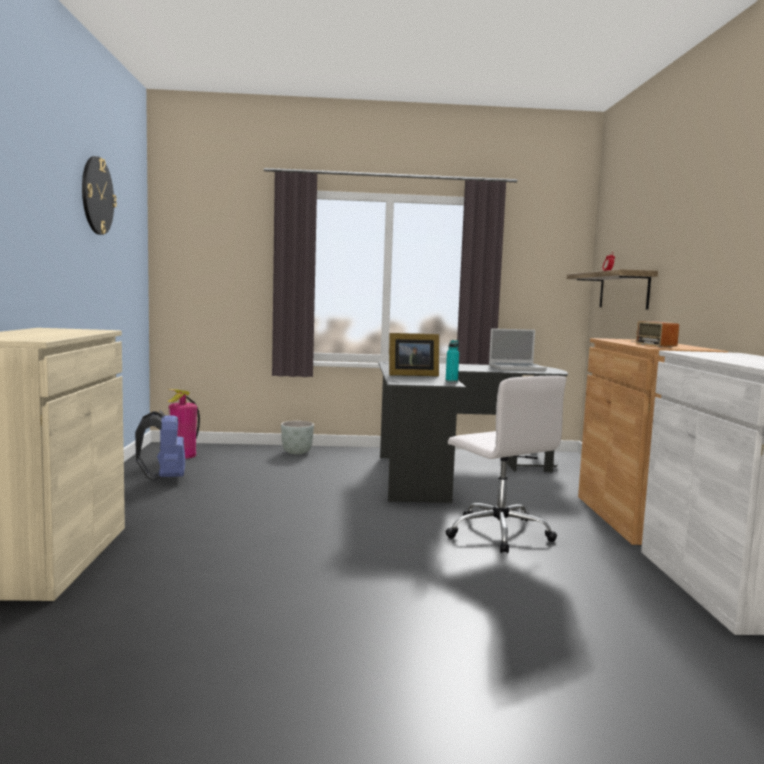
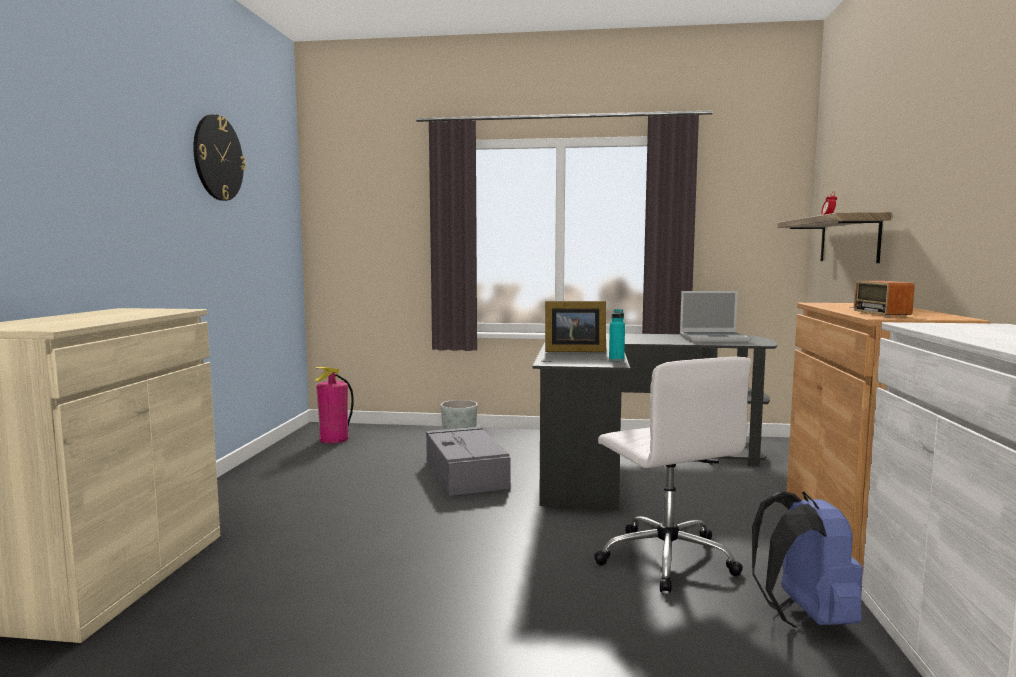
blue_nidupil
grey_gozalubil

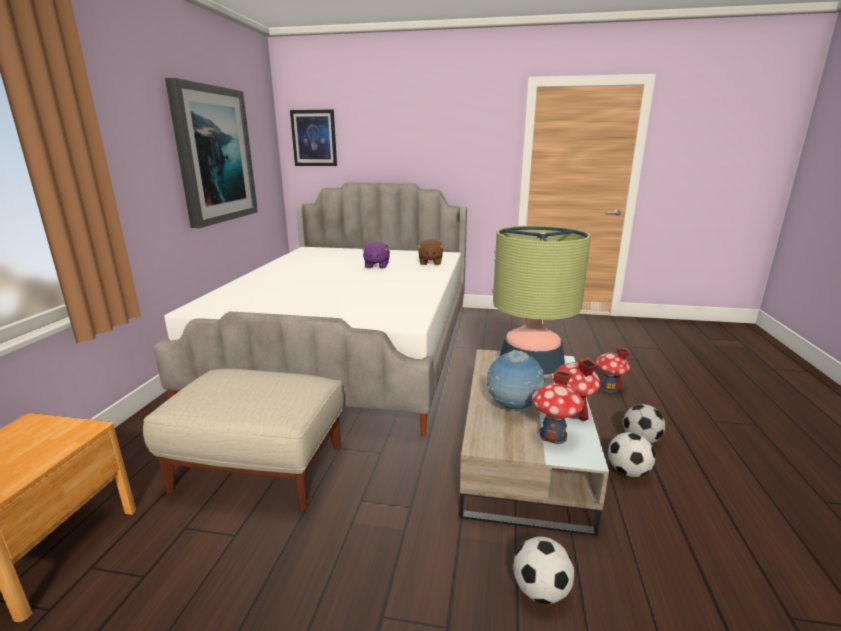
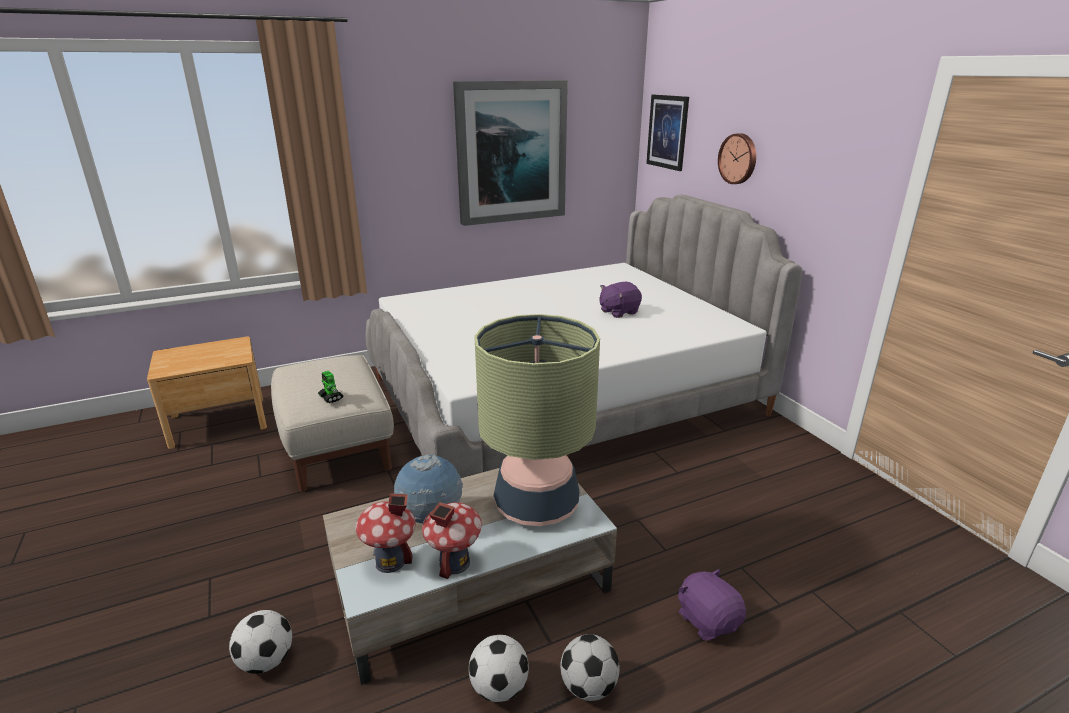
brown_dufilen
purple_dufilen (2nd from left)
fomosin
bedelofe

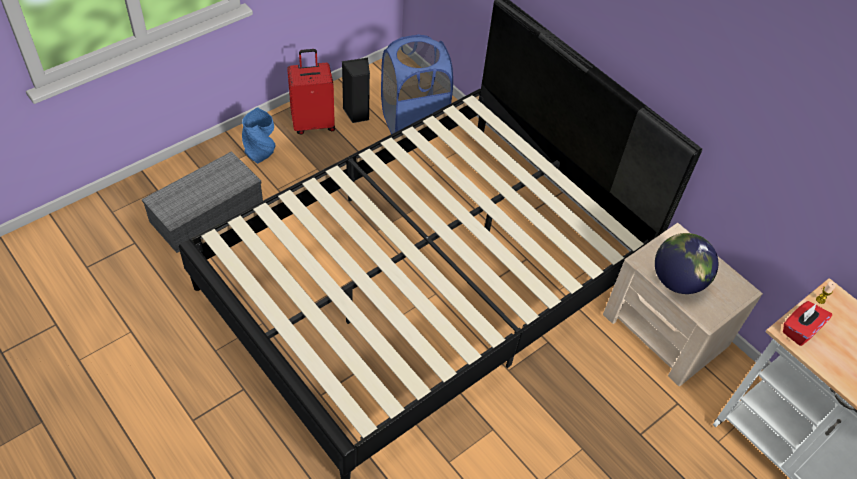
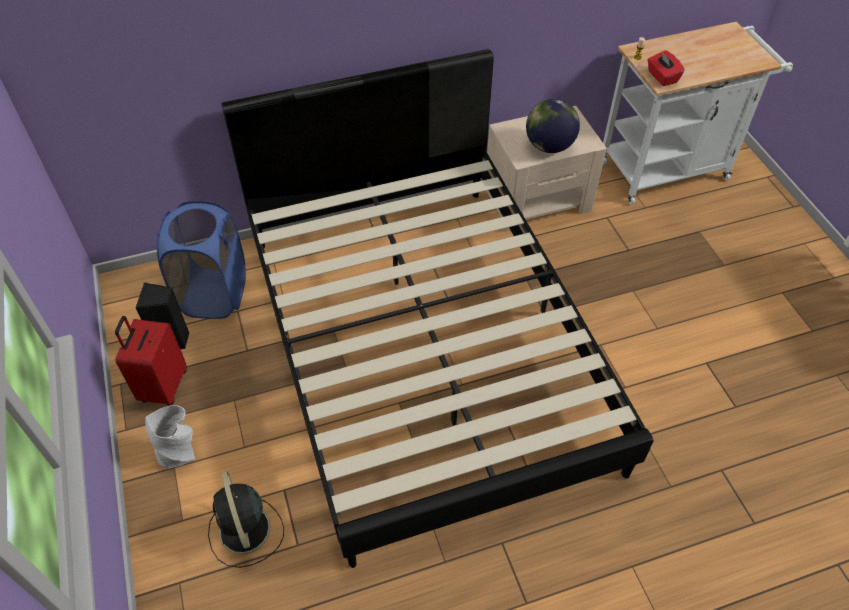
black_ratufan
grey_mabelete

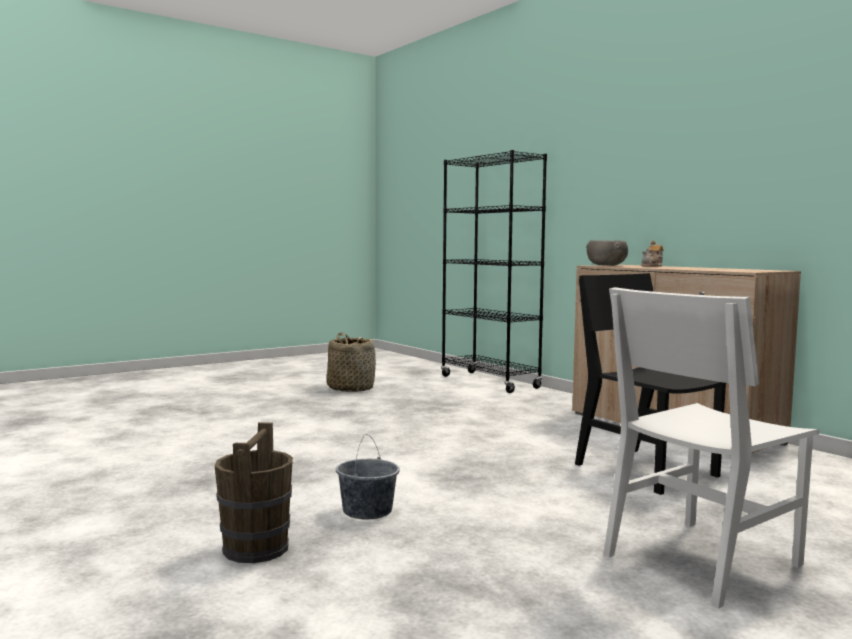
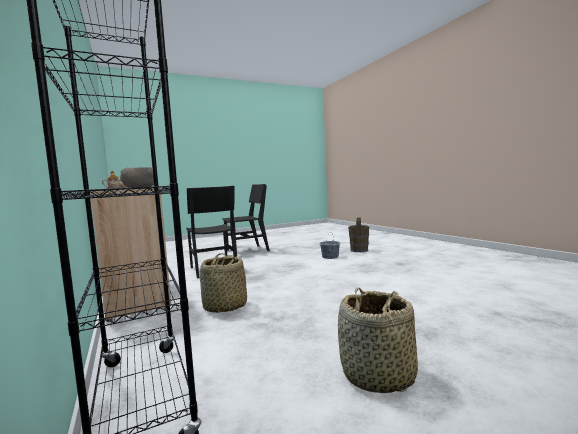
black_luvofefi (2nd from left)
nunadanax (1st from left)

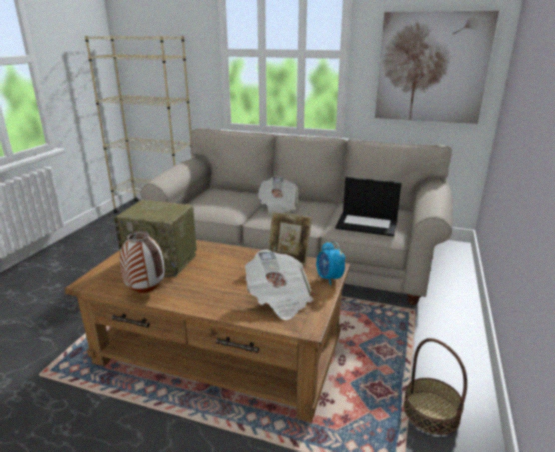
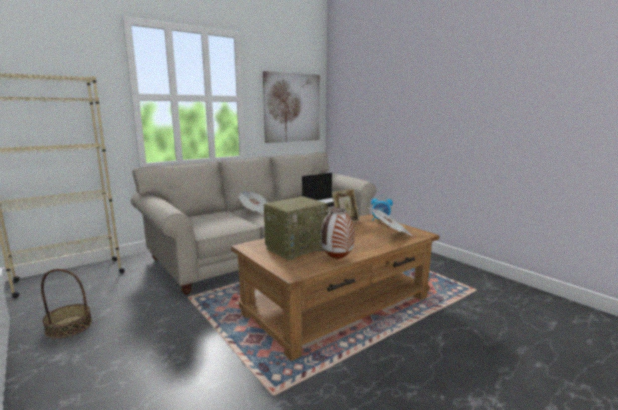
nunadanax

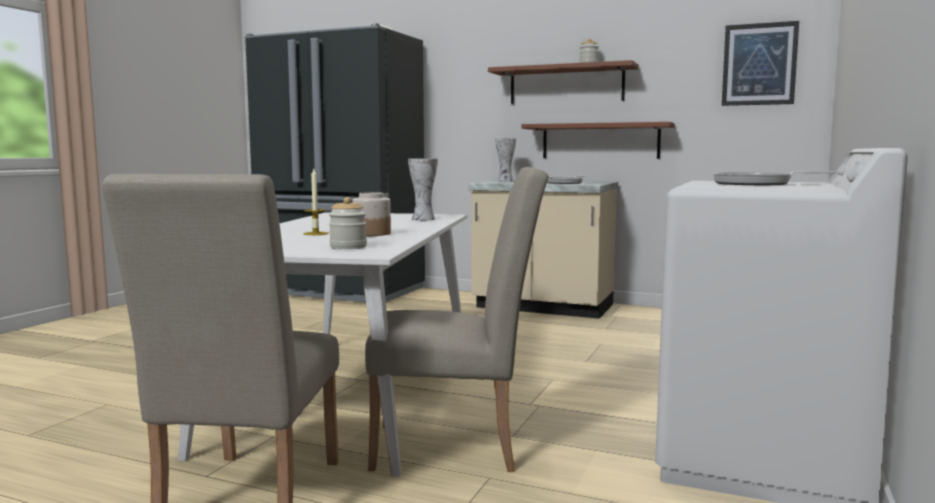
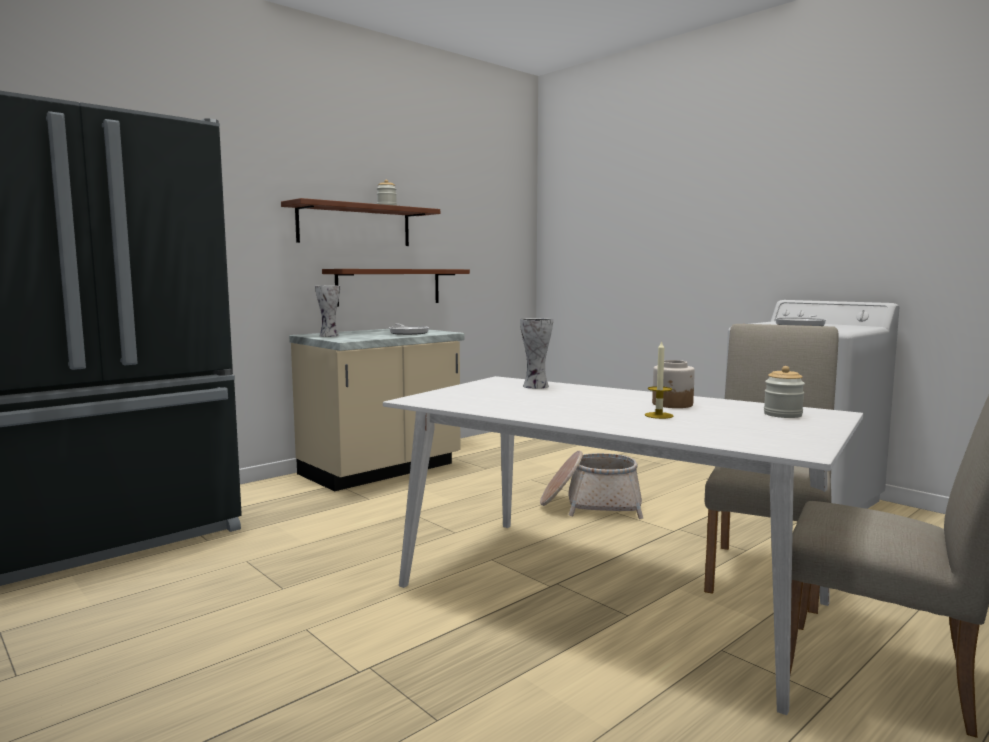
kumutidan
nunadanax

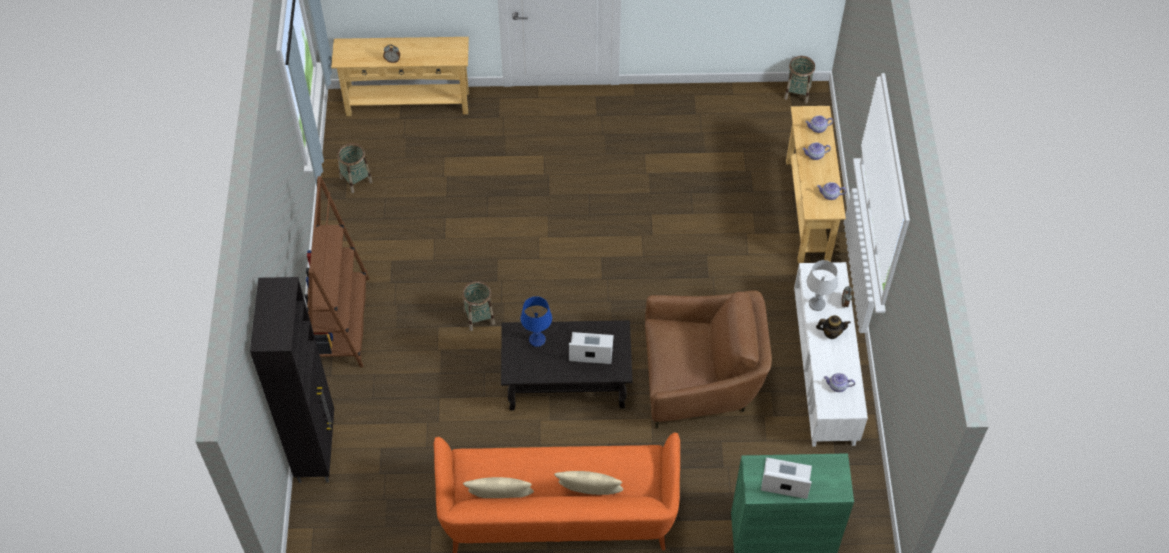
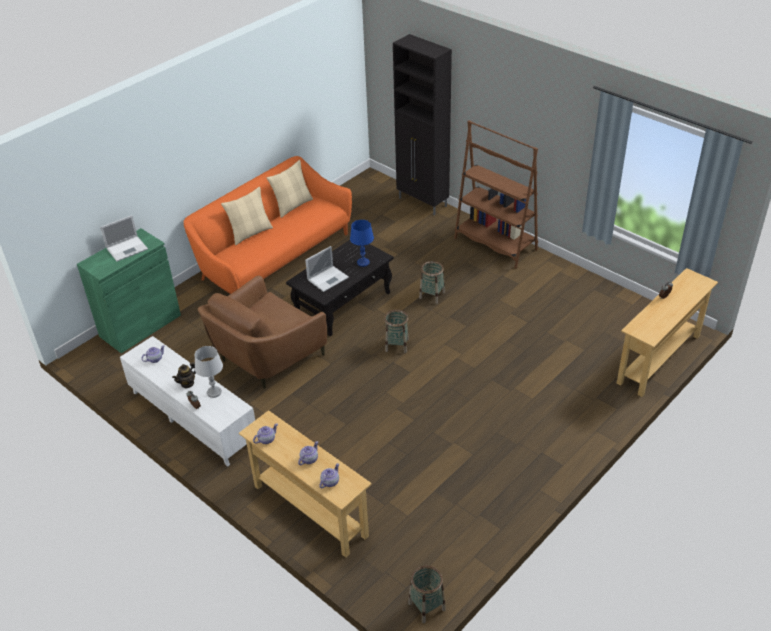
nunadanax (1st from left)

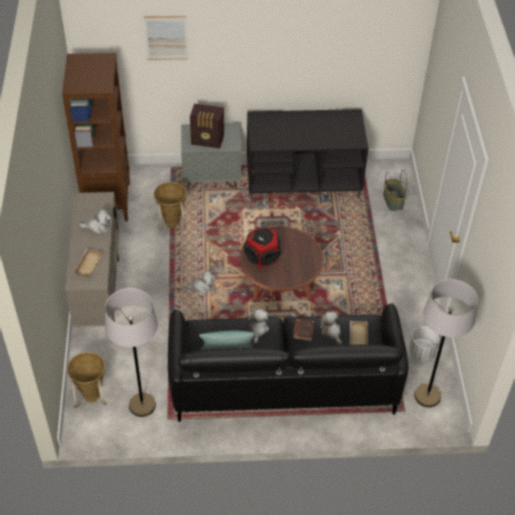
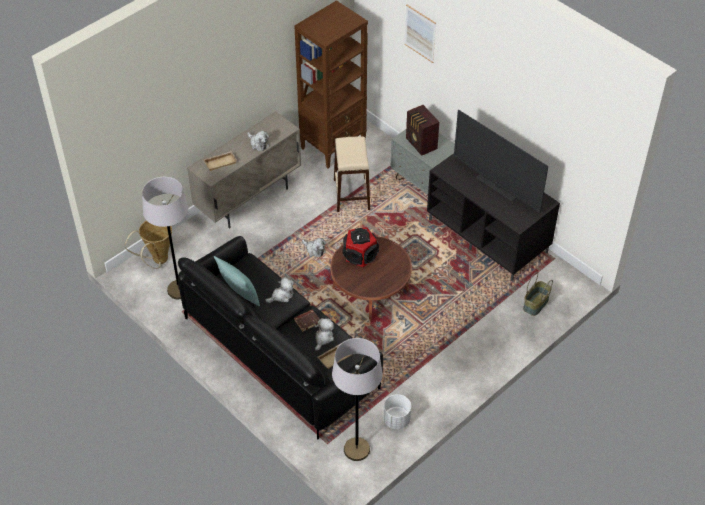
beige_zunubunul
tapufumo

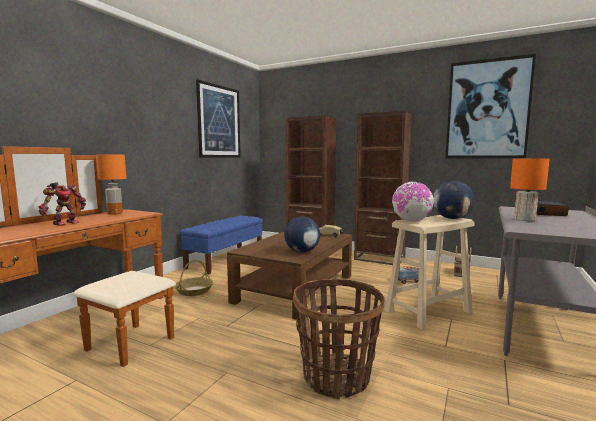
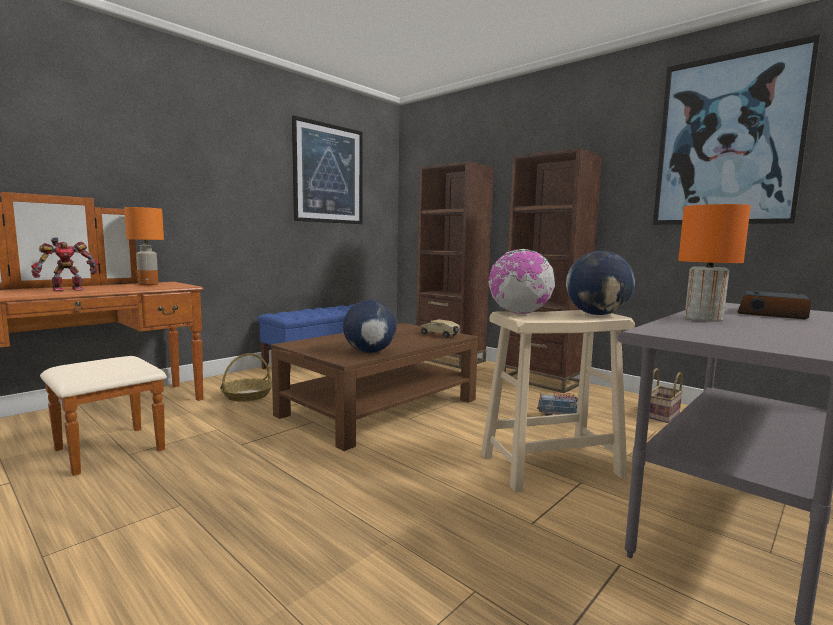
nunadanax (2nd from left in the first image)

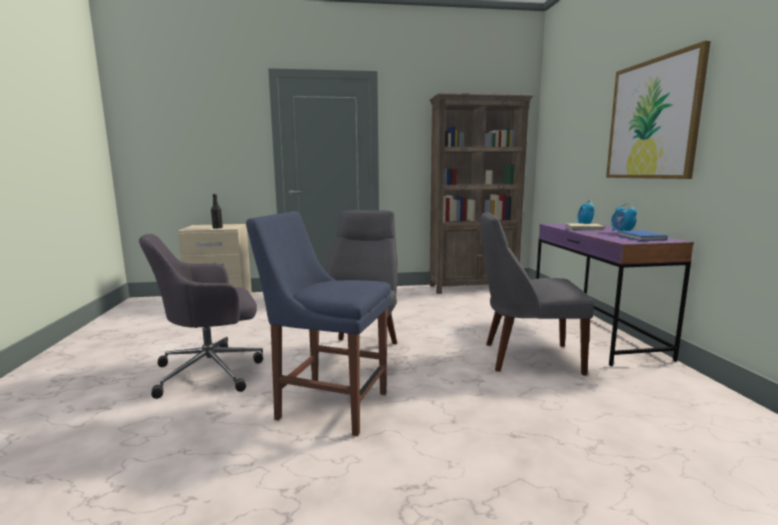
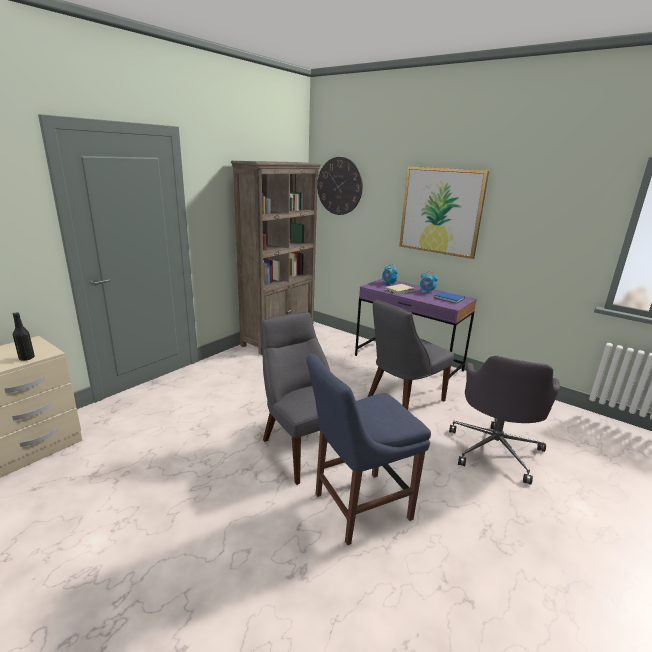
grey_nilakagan
bedelofe

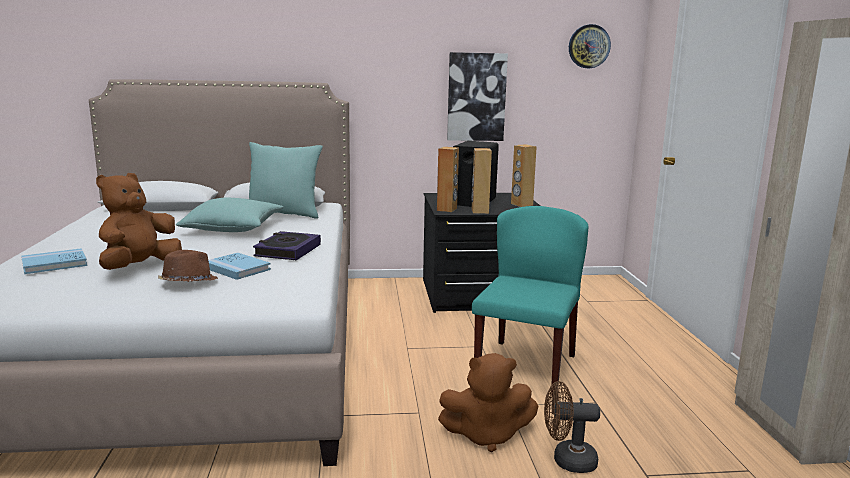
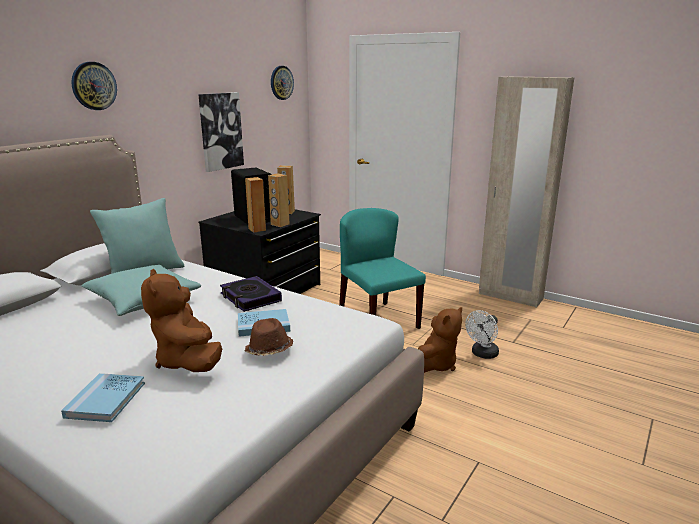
white_ratufan
bedelofe (1st from left)

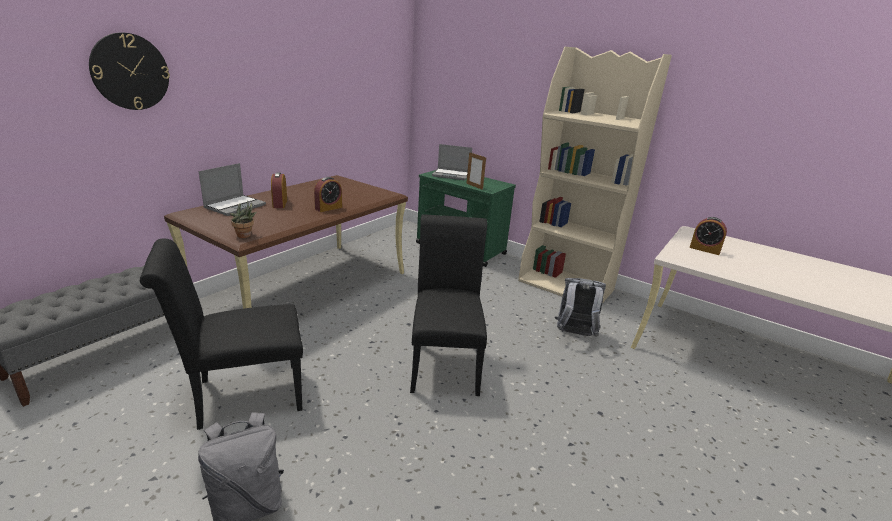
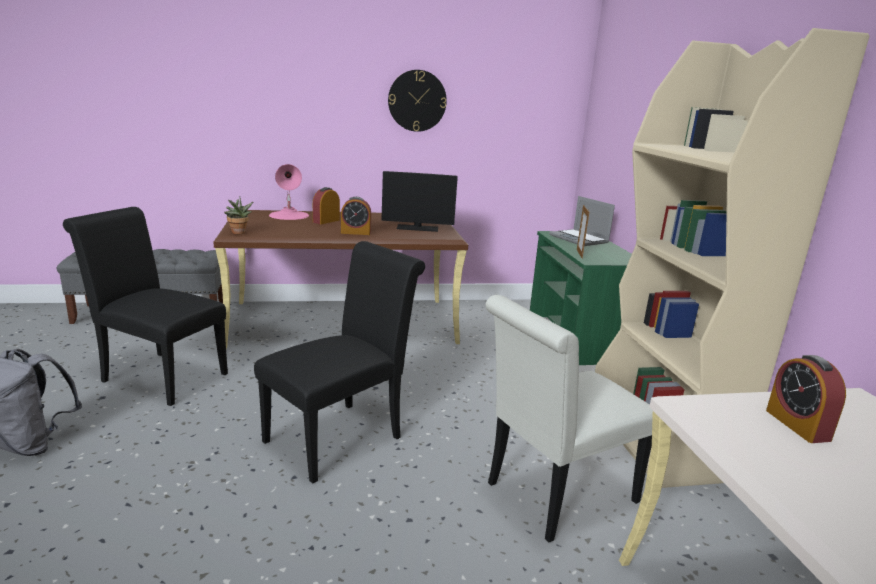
bedelofe
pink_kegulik
white_luvofefi
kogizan

